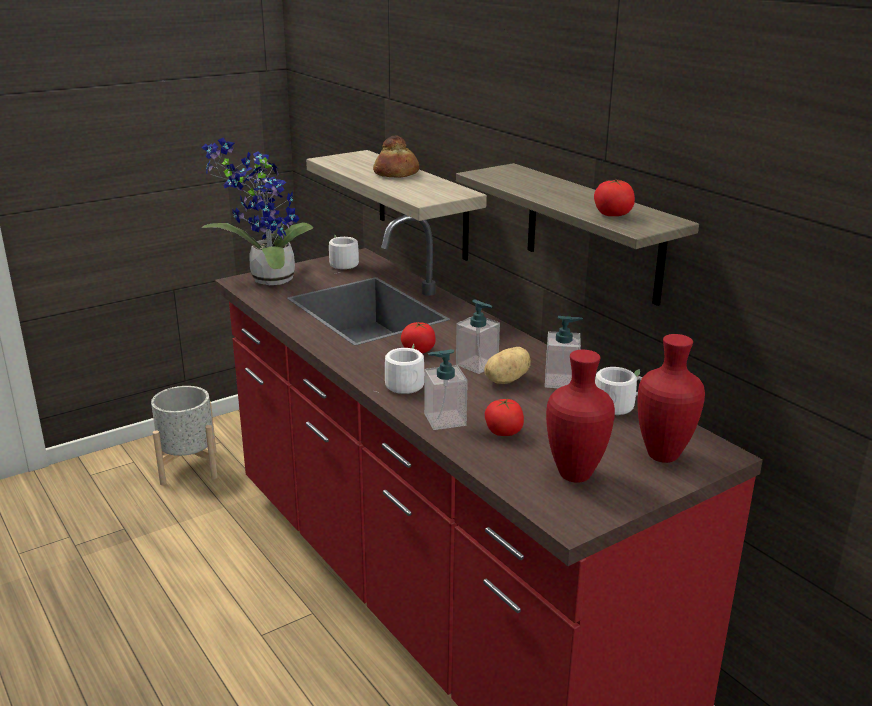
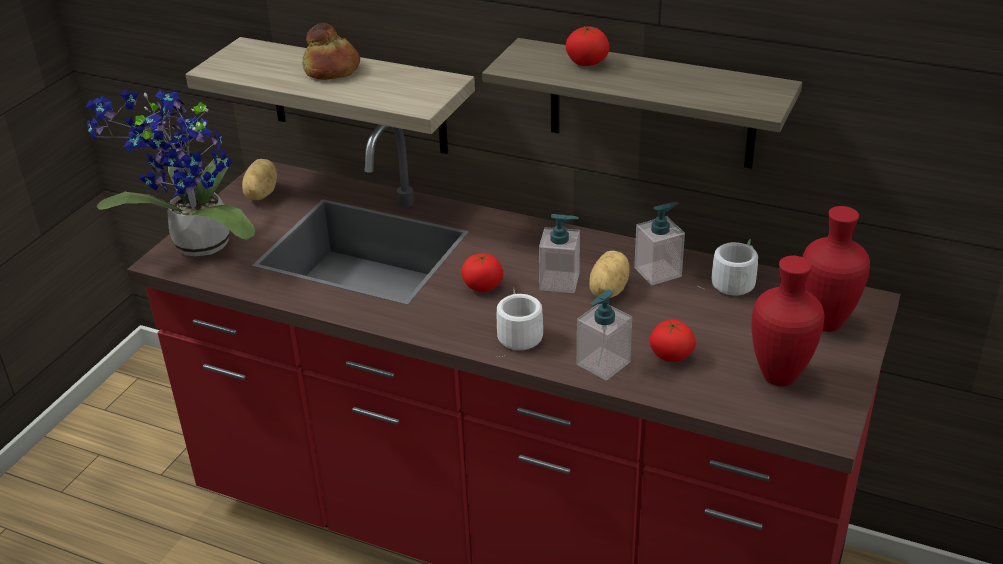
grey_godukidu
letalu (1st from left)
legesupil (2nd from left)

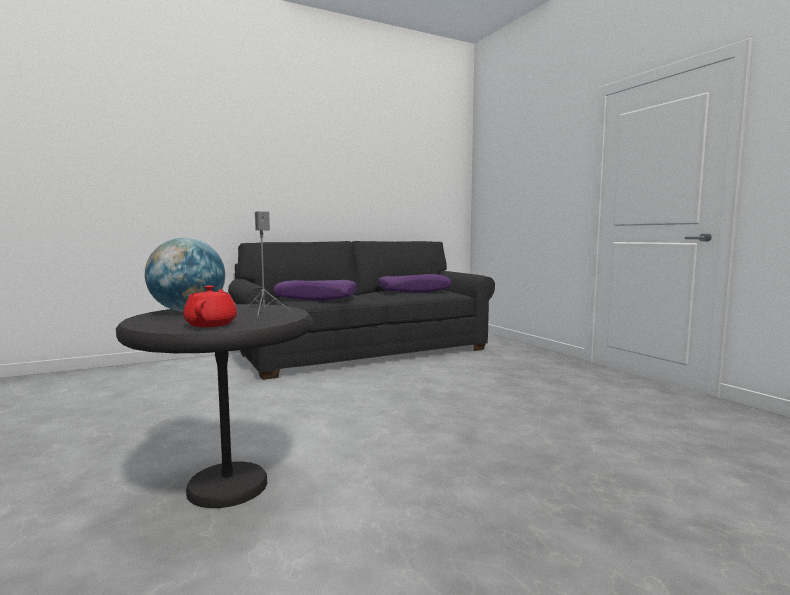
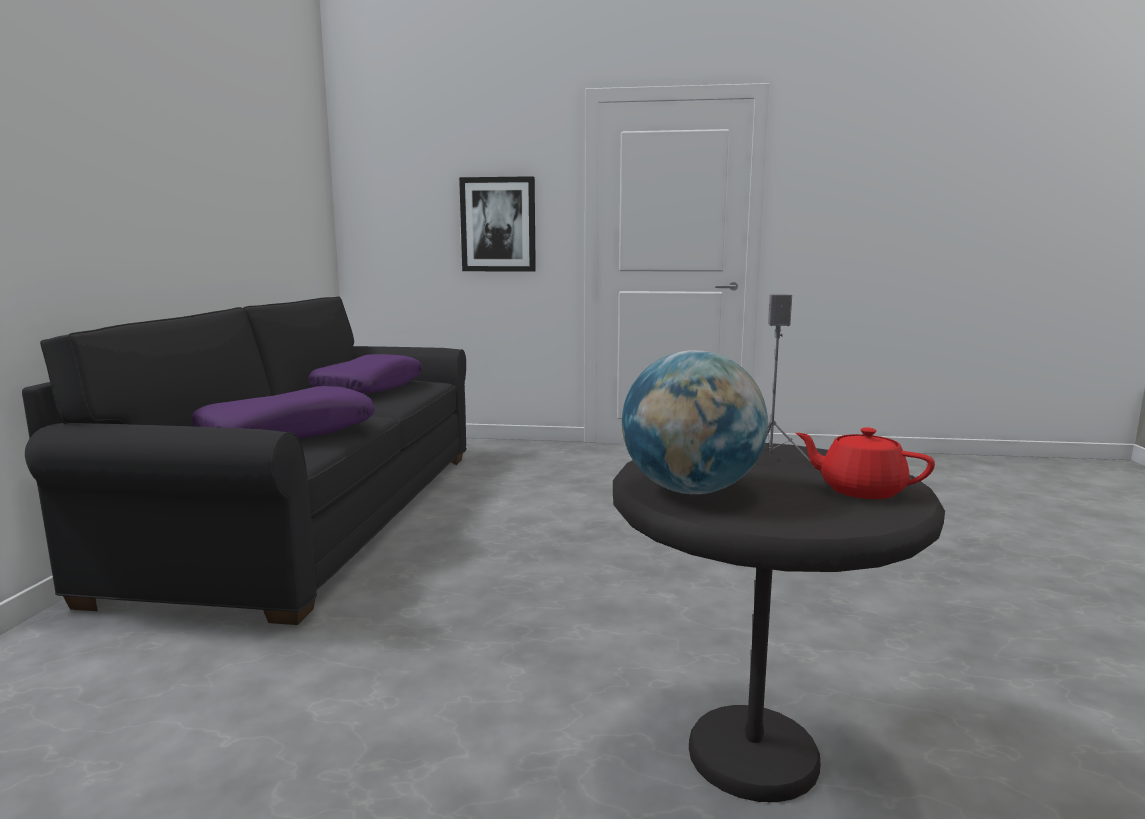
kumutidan

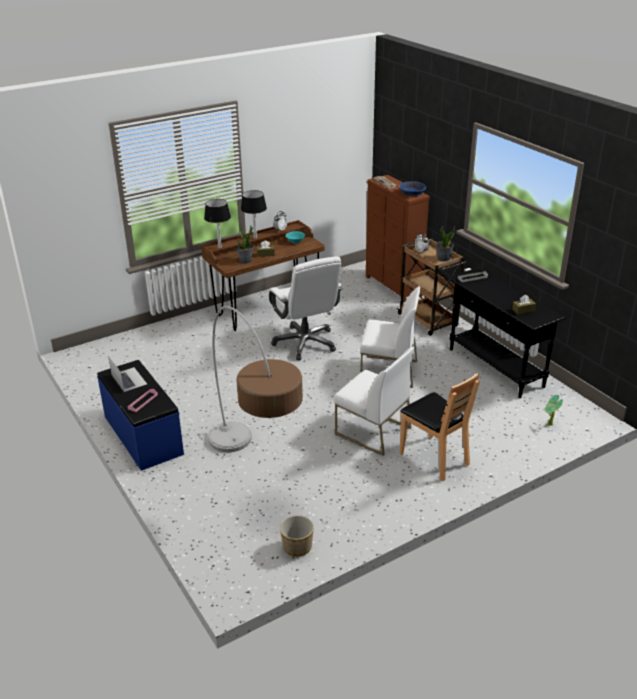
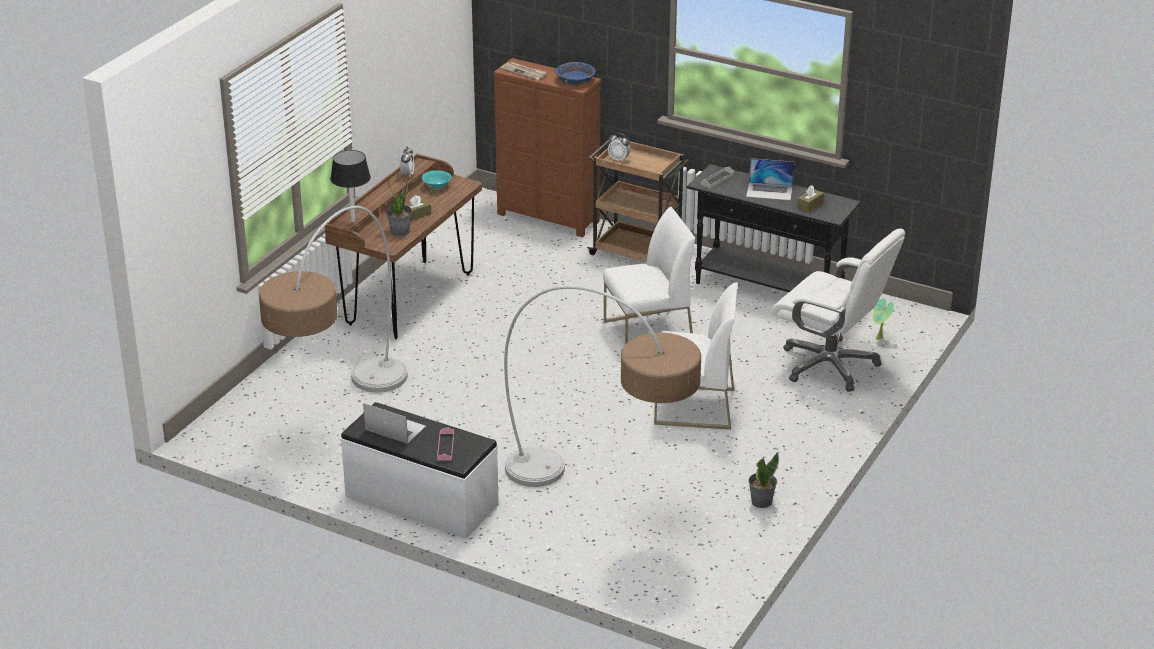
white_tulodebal
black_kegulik (2nd from left in the first image)
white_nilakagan
godukidu
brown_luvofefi
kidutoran (2nd from left)
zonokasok (1st from left)
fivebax (2nd from left)

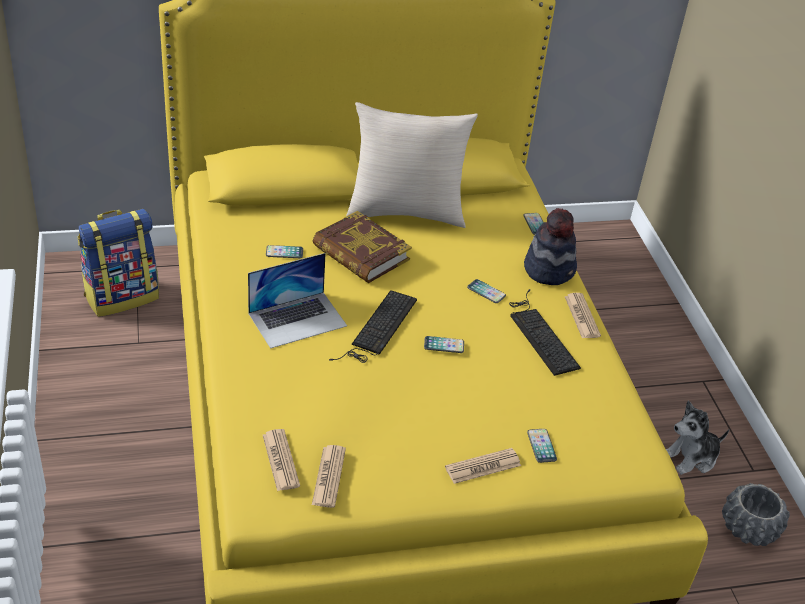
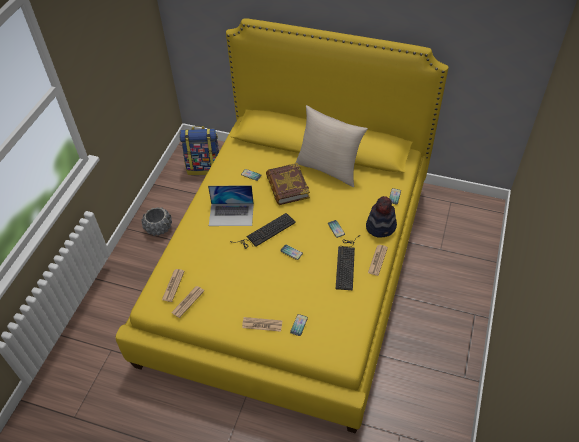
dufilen
grey_godukidu

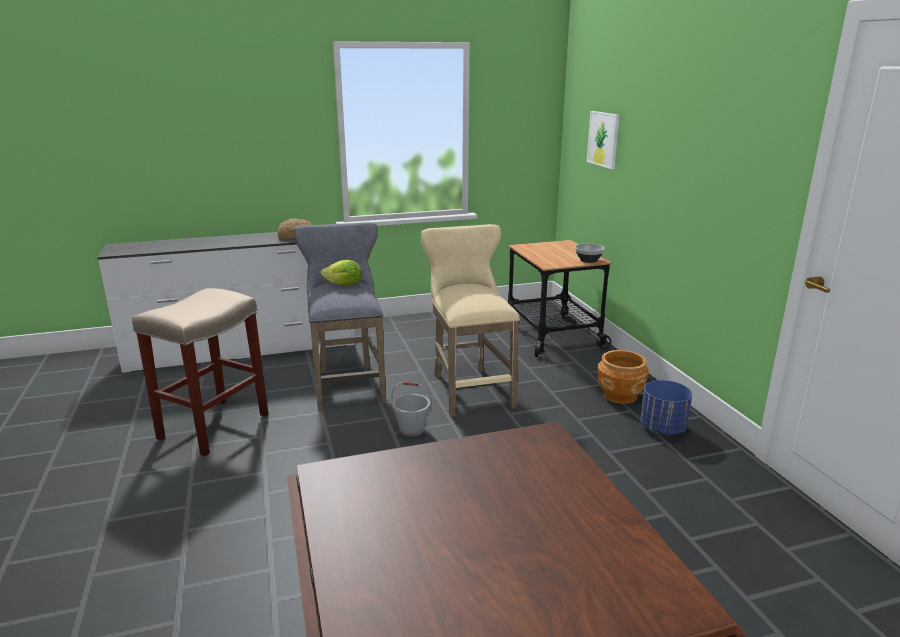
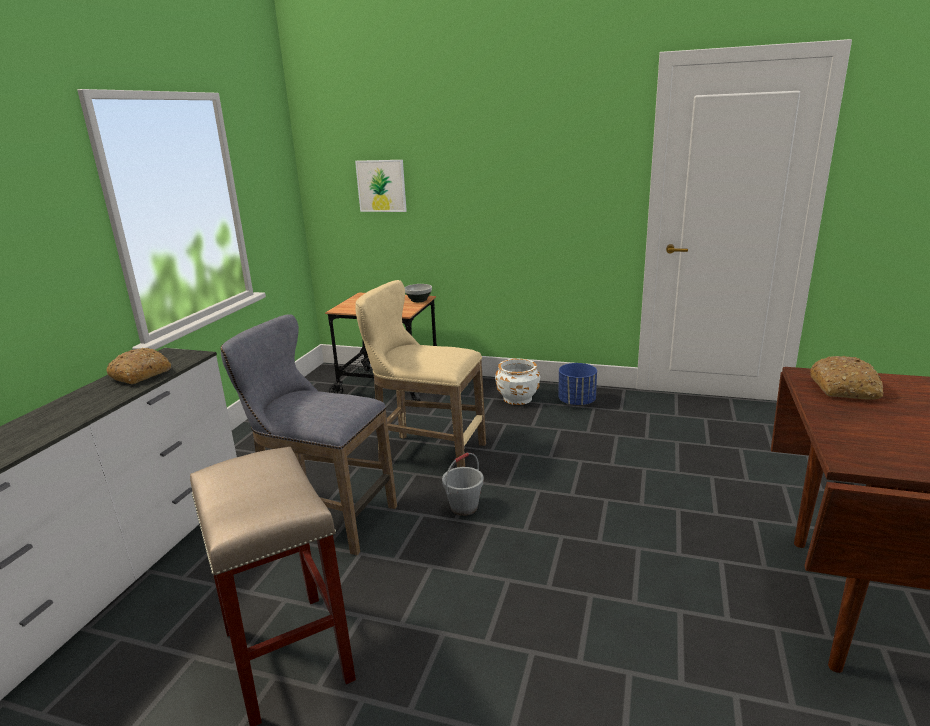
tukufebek
white_godukidu
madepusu (2nd from left)

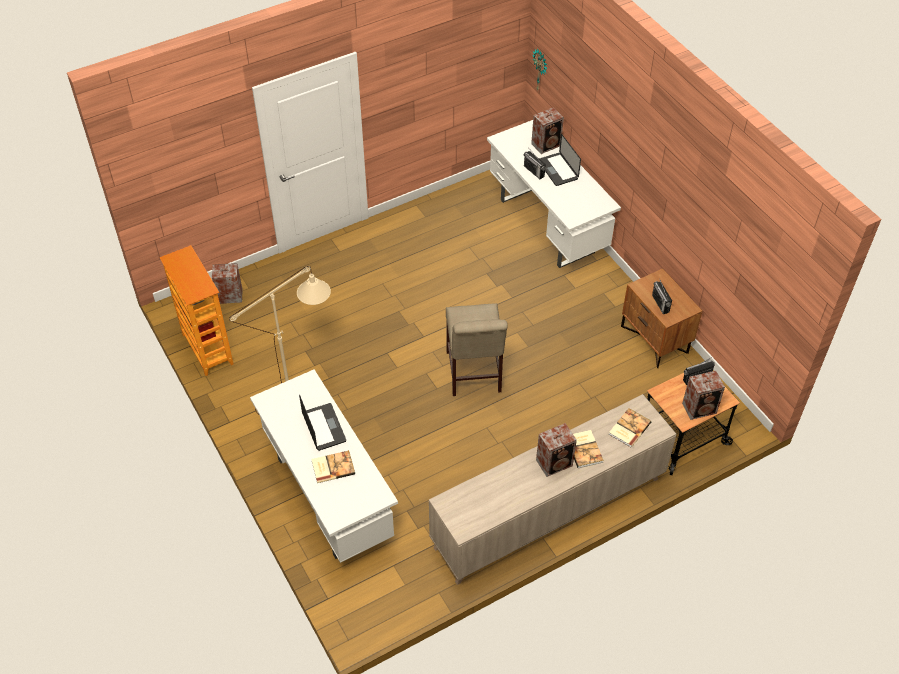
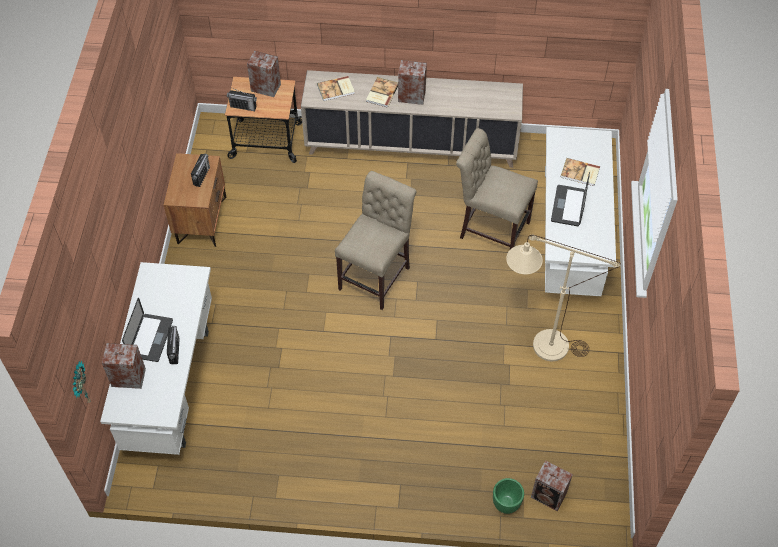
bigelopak
beige_luvofefi (2nd from left)
green_godukidu

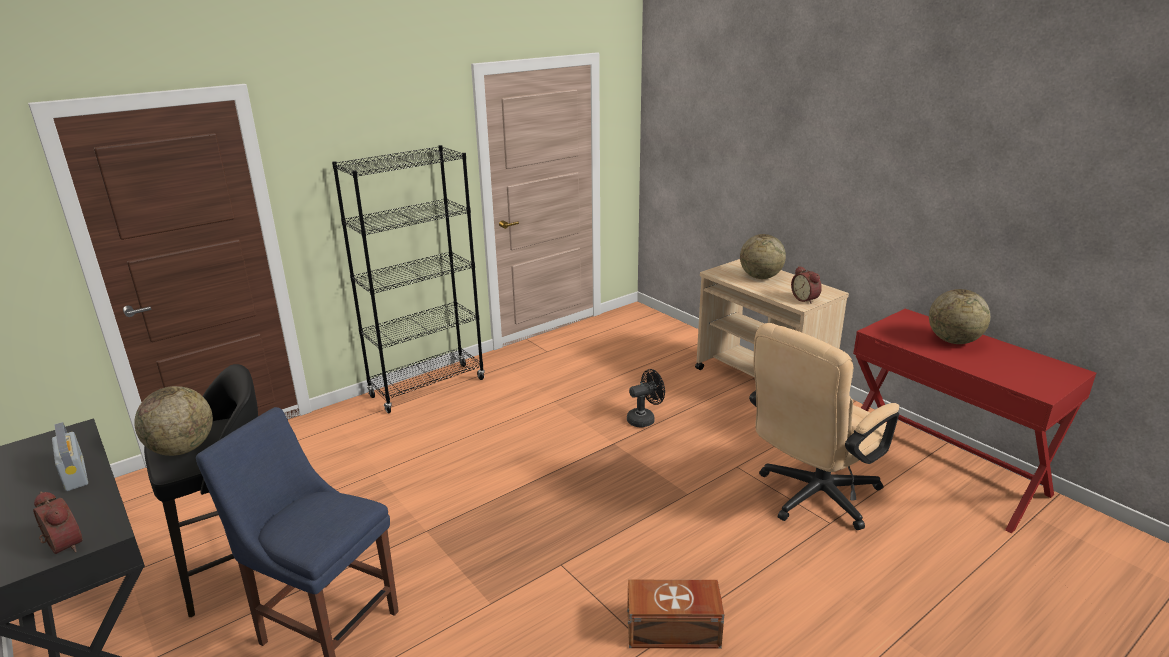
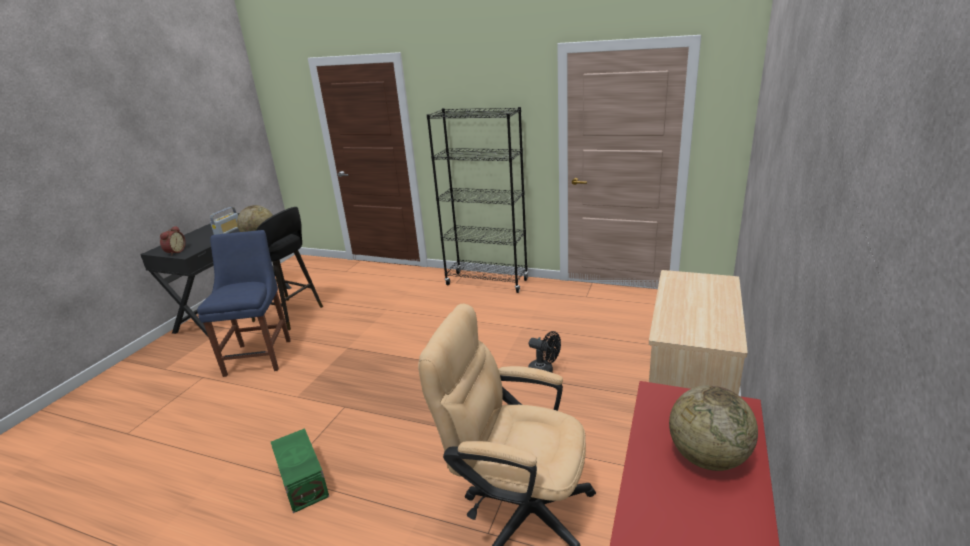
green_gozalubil
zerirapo (2nd from left in the first image)
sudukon (2nd from left in the first image)

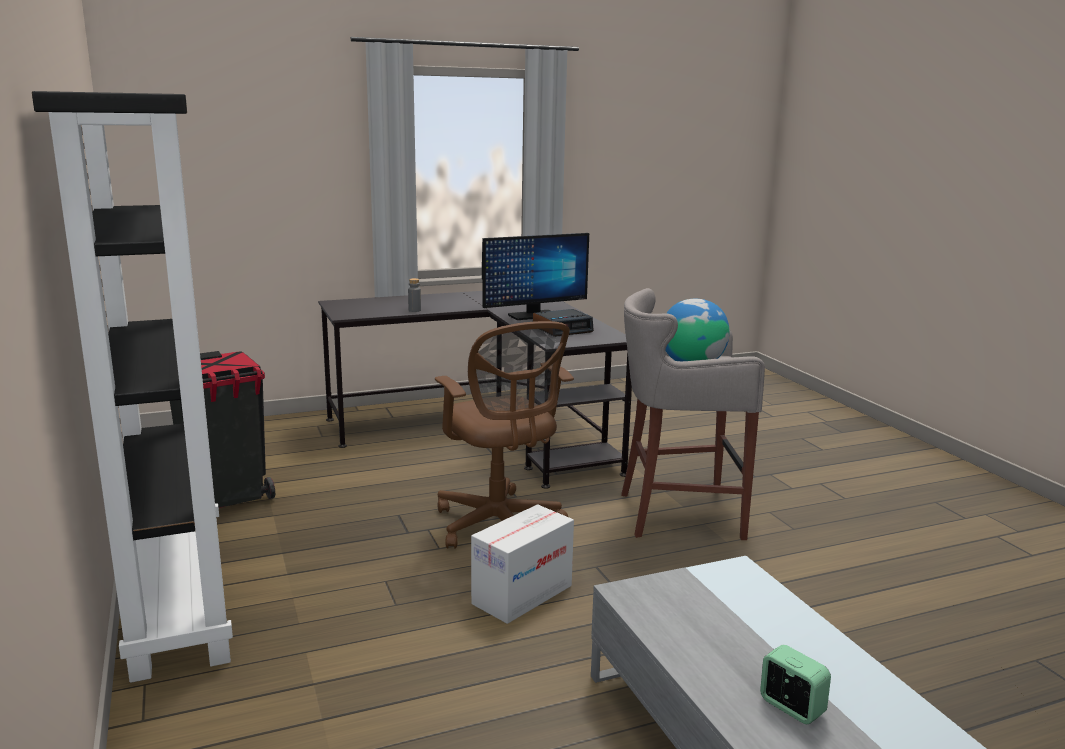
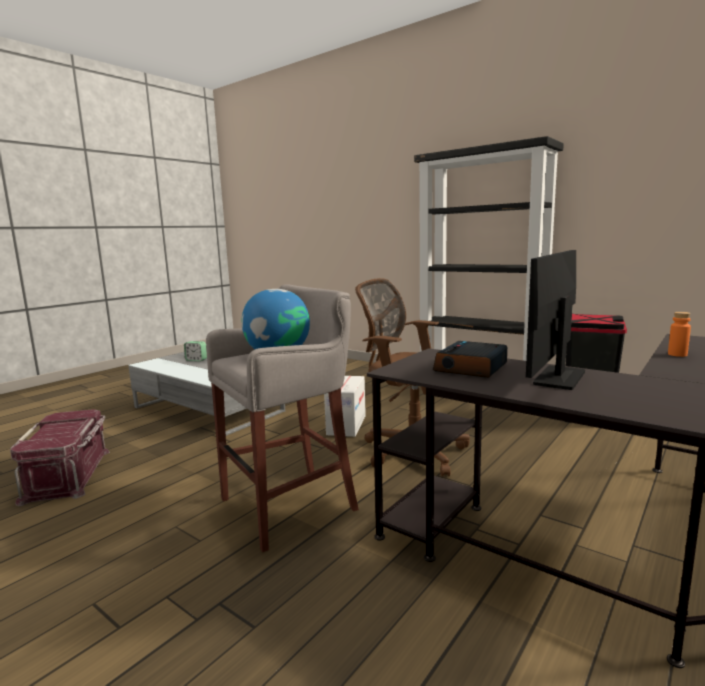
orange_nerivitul
red_gozalubil

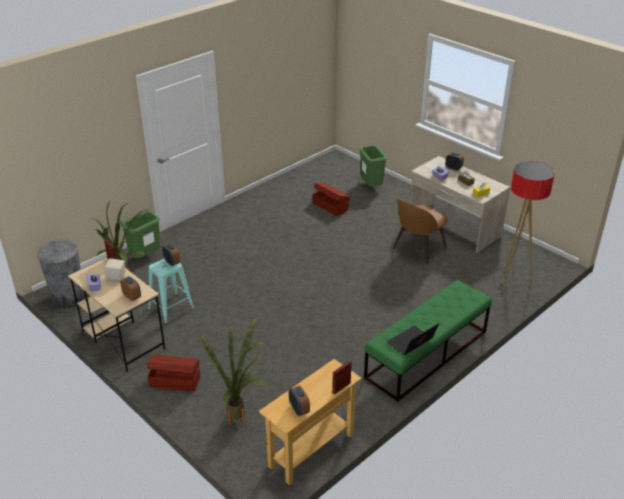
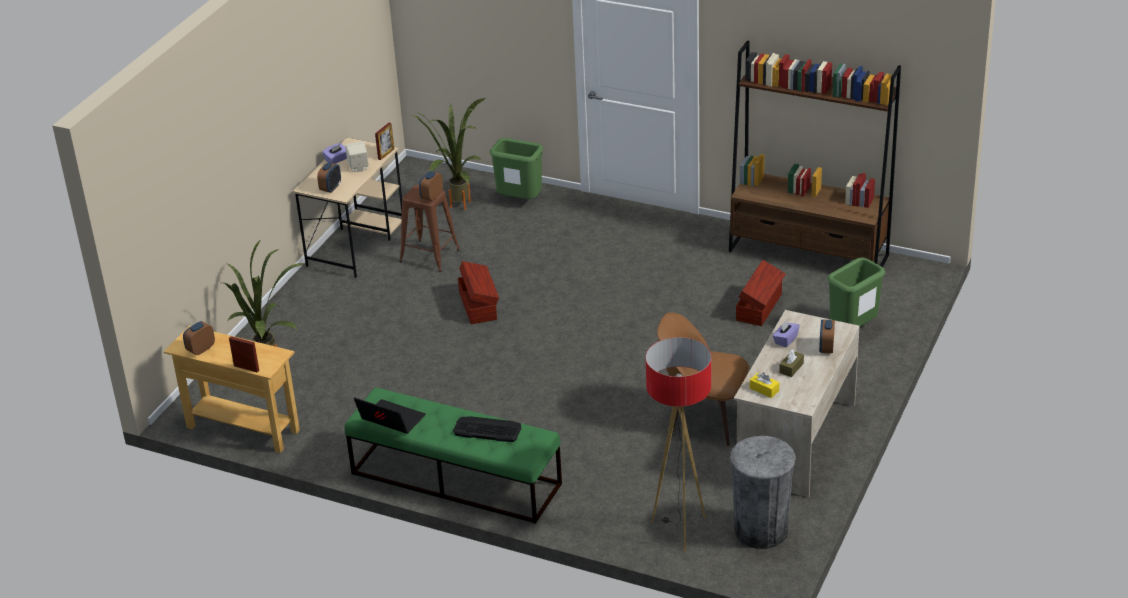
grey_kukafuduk
brown_gozalubil (1st from left)
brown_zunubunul
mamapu
brown_bigelopak

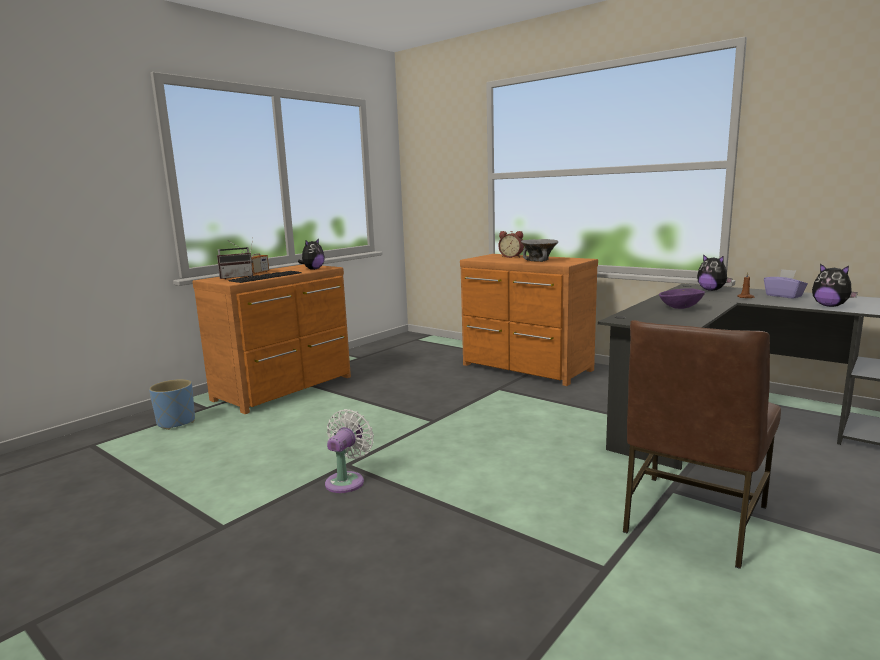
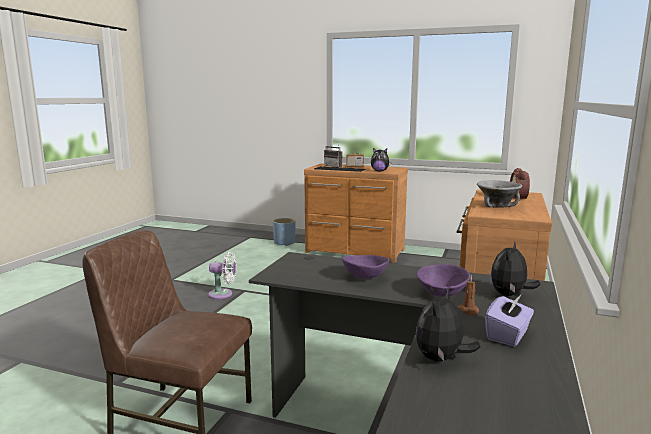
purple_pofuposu (2nd from left)

